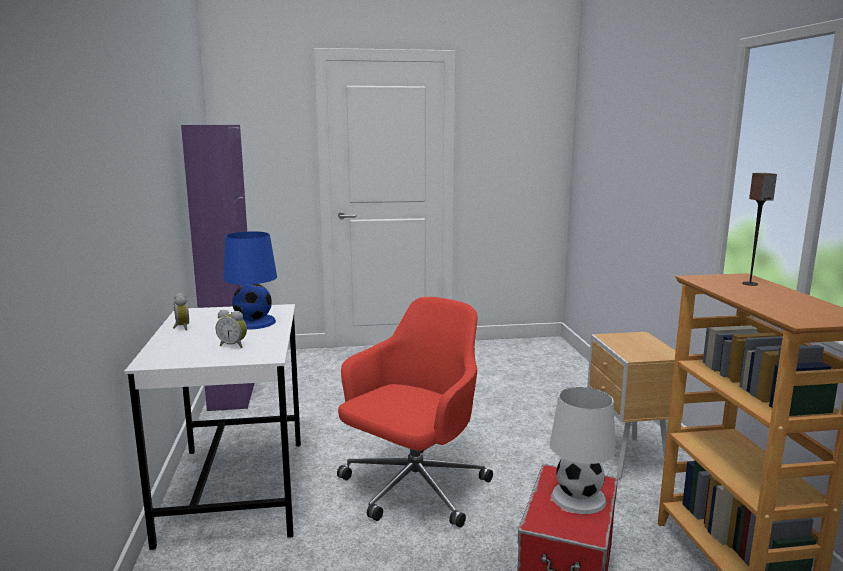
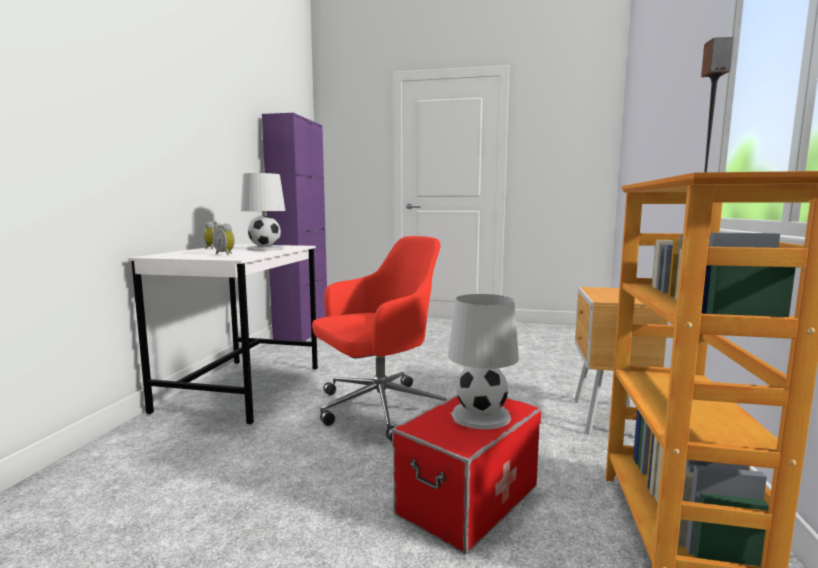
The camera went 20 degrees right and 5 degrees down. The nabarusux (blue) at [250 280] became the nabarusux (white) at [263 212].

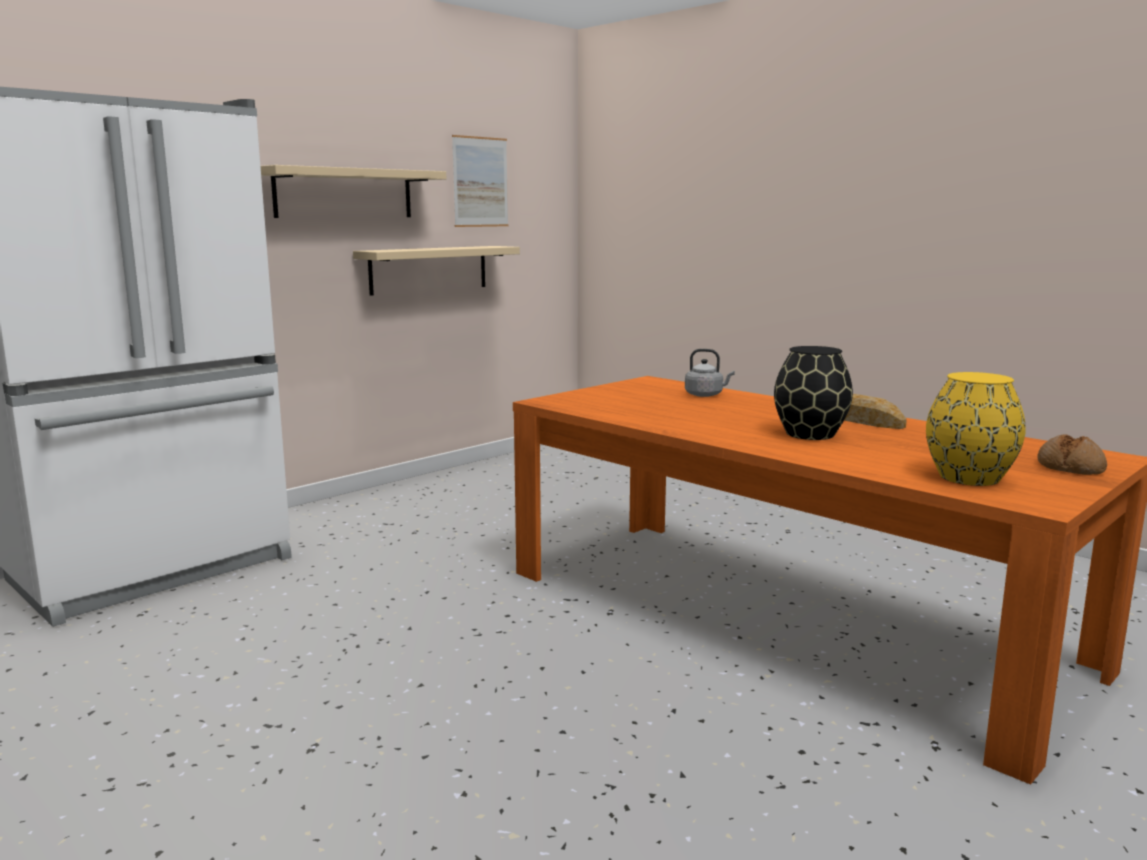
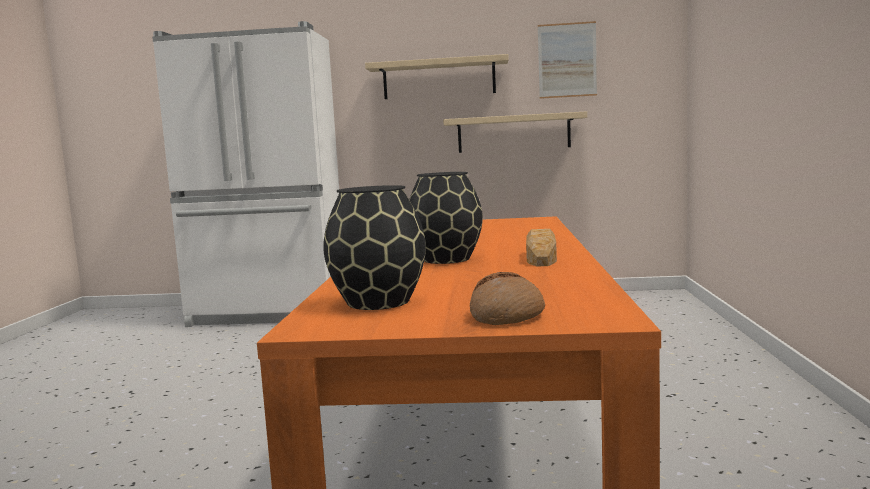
The camera went 50 degrees right and 5 degrees down. The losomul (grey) at [710 373] disappeared. The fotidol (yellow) at [976 429] became the fotidol (black) at [374 247].

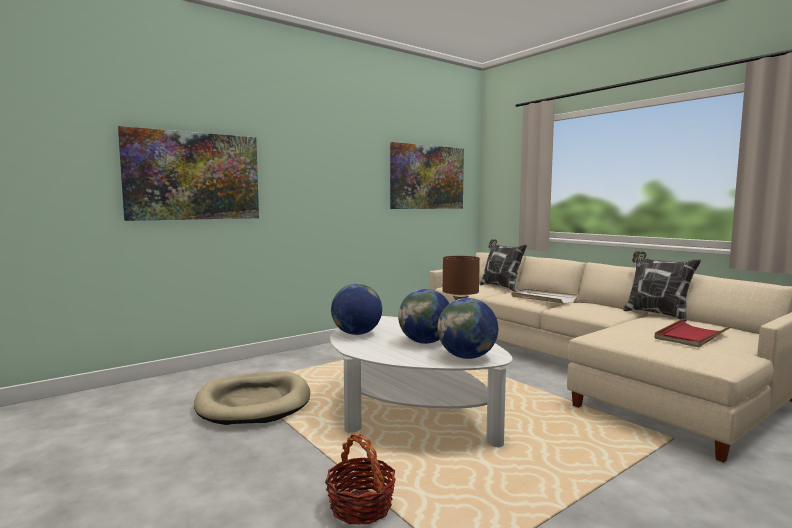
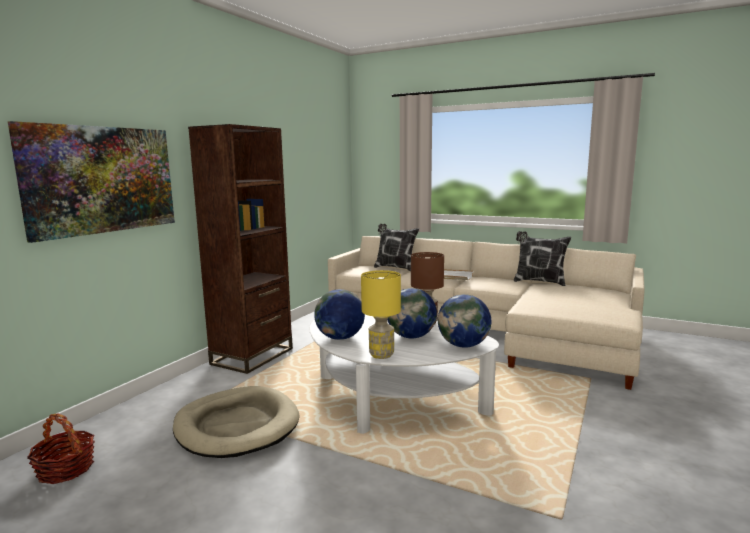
The camera went 25 degrees left and 5 degrees up. The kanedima at [427 175] disappeared. The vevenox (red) at [693 333] disappeared. The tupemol moved from [360 479] to [61 448]. The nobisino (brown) at [240 249] appeared. The nabarusux (yellow) at [381 314] appeared.

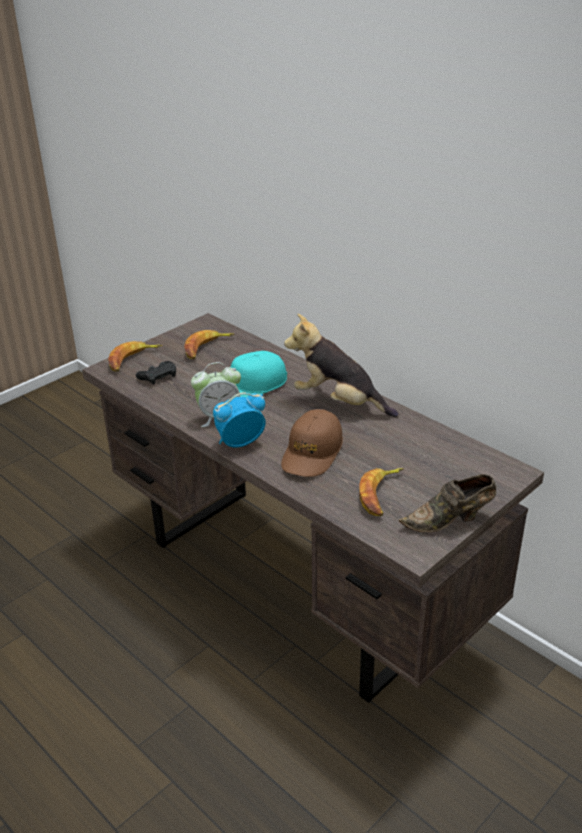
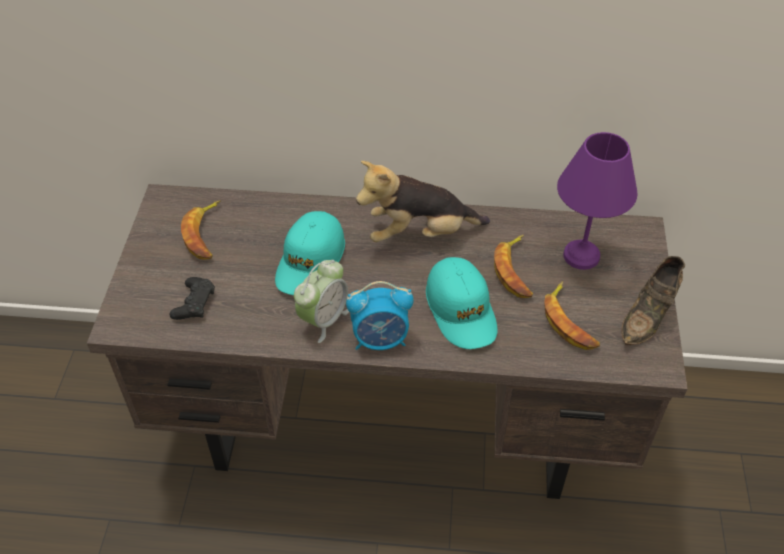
The camera went 40 degrees left and 15 degrees up. The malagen moved from [135 356] to [513 266]. The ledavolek at [239 420] turned 120 degrees counterclockwise. The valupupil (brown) at [312 443] became the valupupil (turquoise) at [462 303]. The nabarusux (purple) at [597 201] appeared.

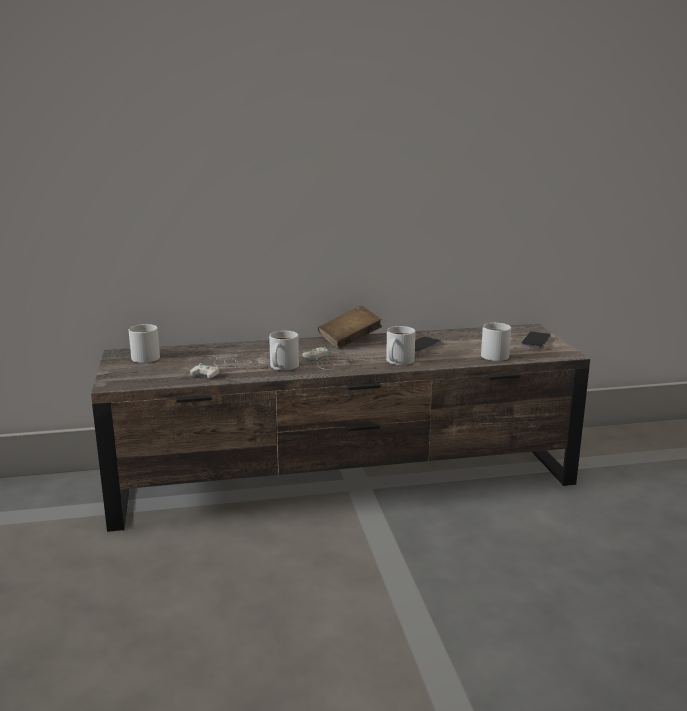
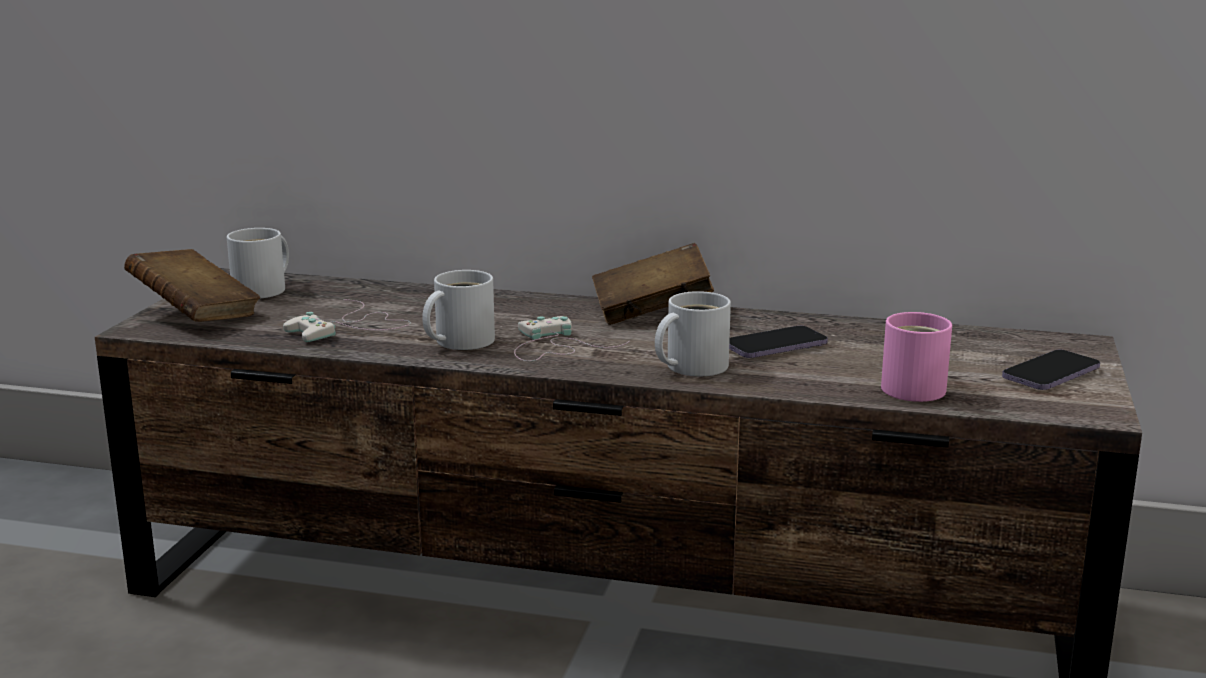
The camera went 25 degrees right and 0 degrees up. The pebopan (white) at [496 342] became the pebopan (pink) at [916 357]. The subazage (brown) at [192 285] appeared.

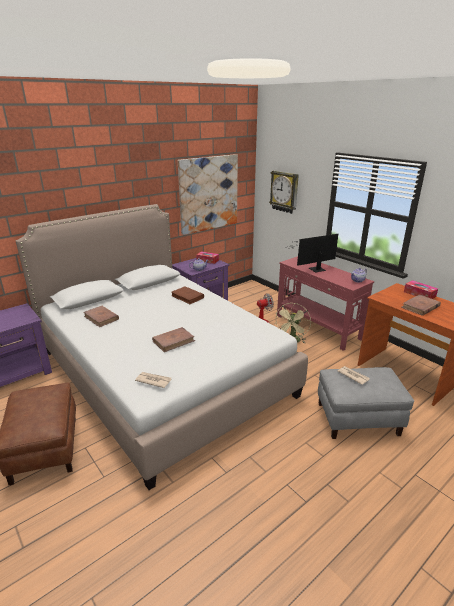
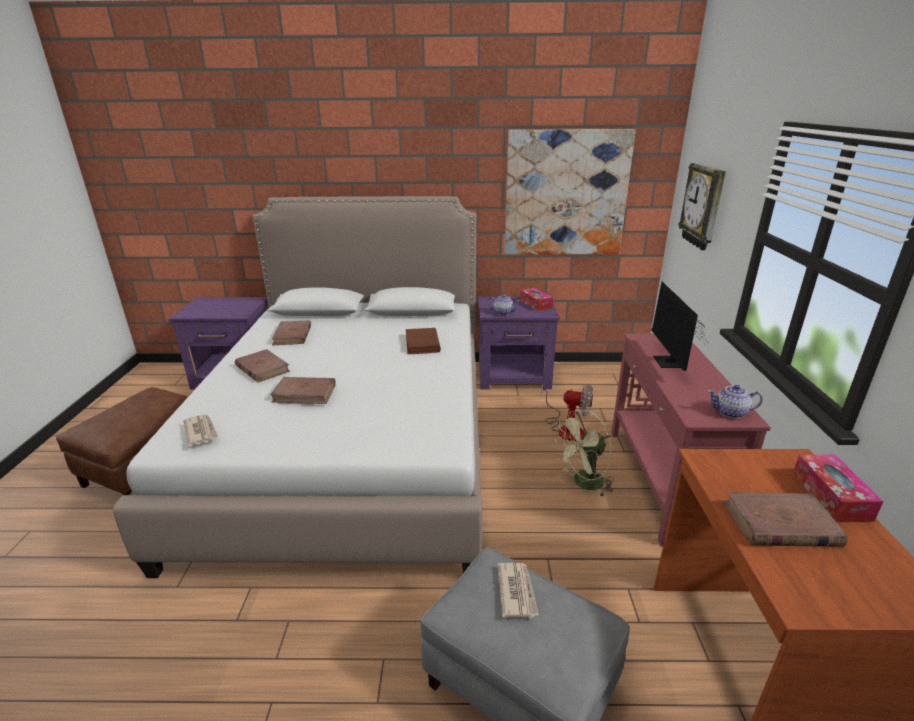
The camera went 40 degrees right and 0 degrees up. The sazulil at [314 253] turned 105 degrees counterclockwise. The subazage (brown) at [262 366] appeared.

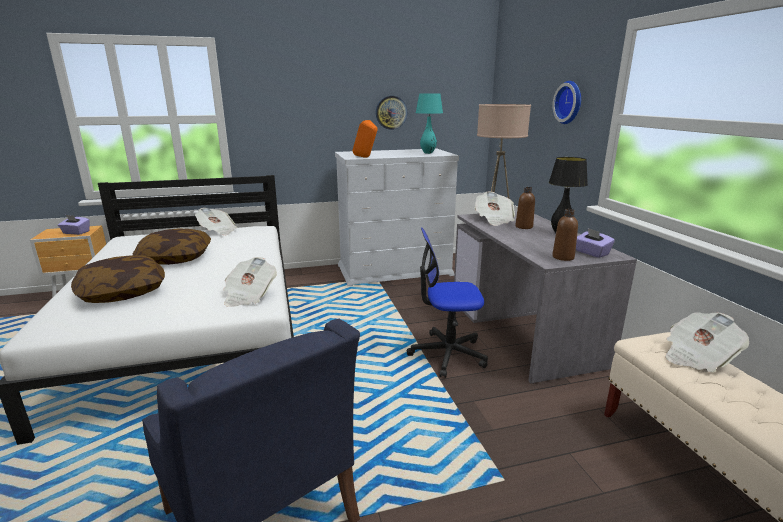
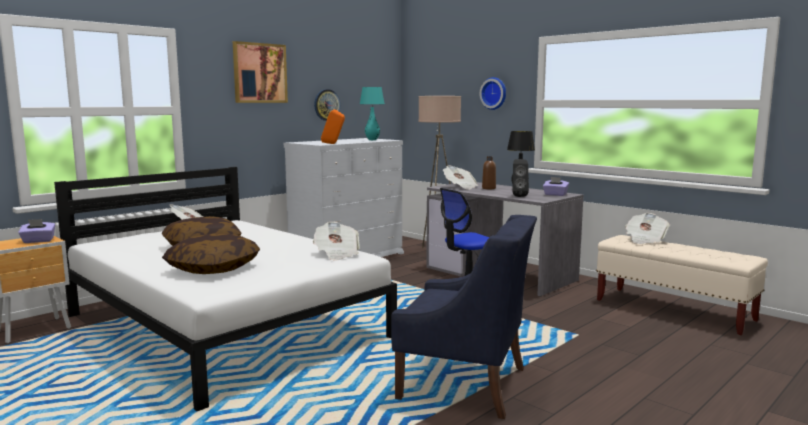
The camera went 30 degrees left and 10 degrees down. The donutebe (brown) at [565 235] disappeared. The kanedima at [260 72] appeared. The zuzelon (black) at [520 178] appeared.

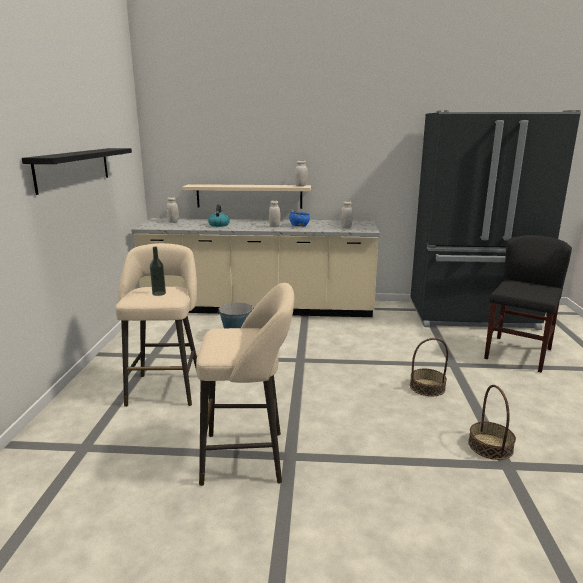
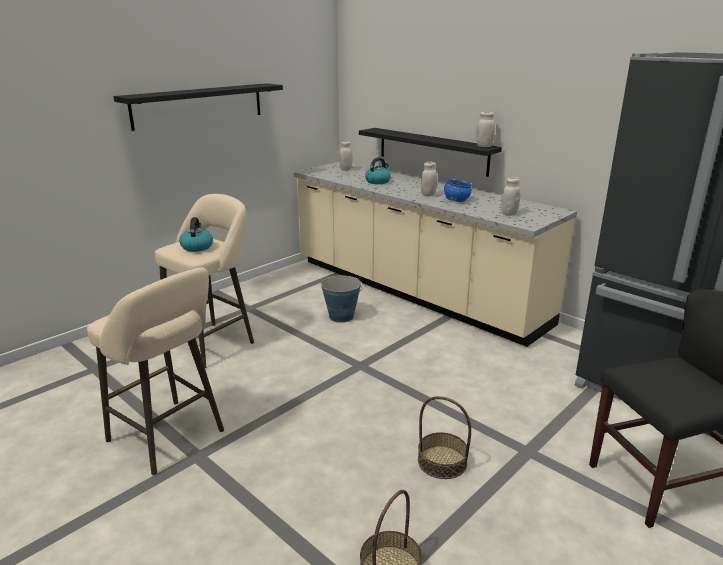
The camera went 40 degrees right and 5 degrees up. The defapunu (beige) at [247 196] became the defapunu (black) at [430 152]. The donutebe at [158 271] was replaced by the losomul at [196 234].

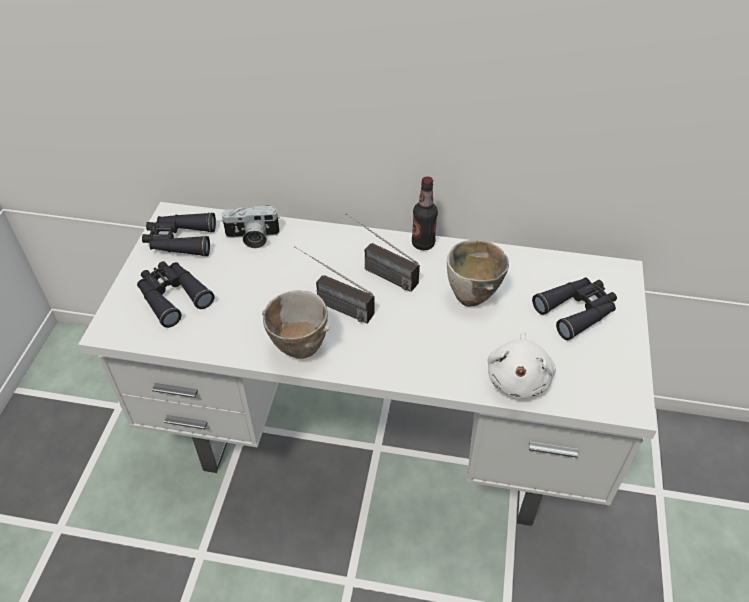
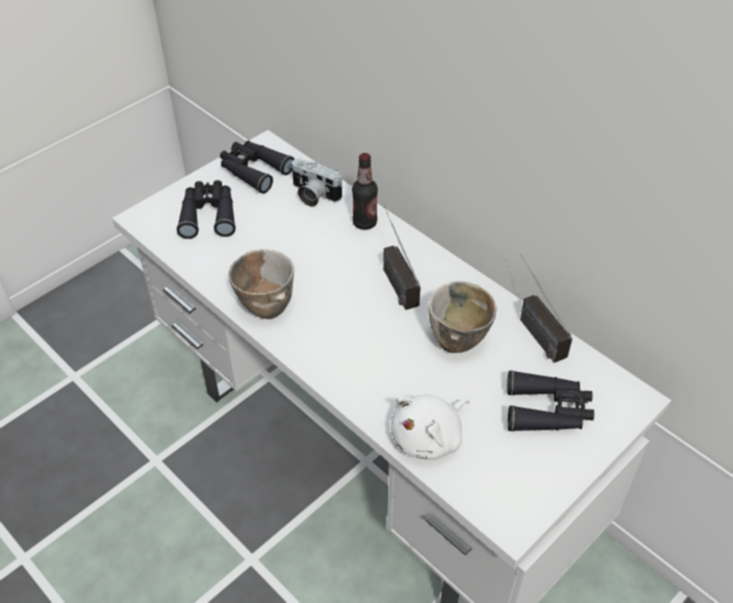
The camera went 35 degrees right and 0 degrees up. The donutebe moved from [425 213] to [365 191]. The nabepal moved from [334 284] to [546 308].

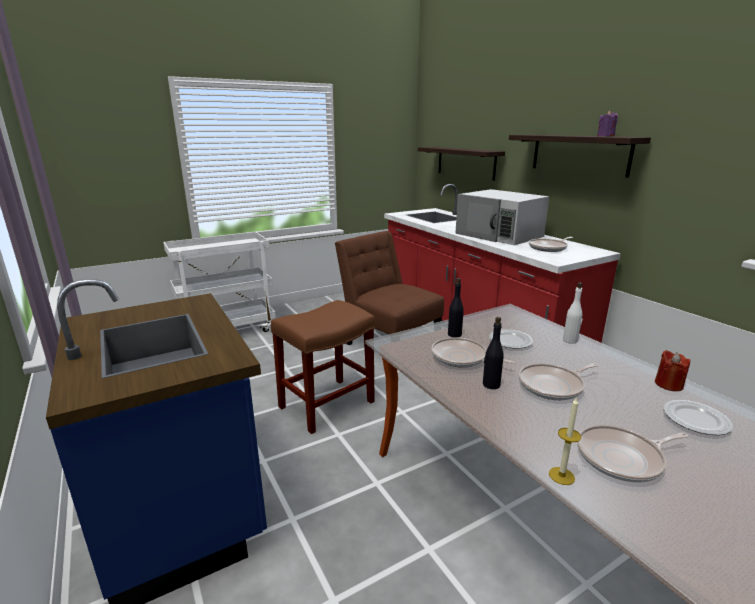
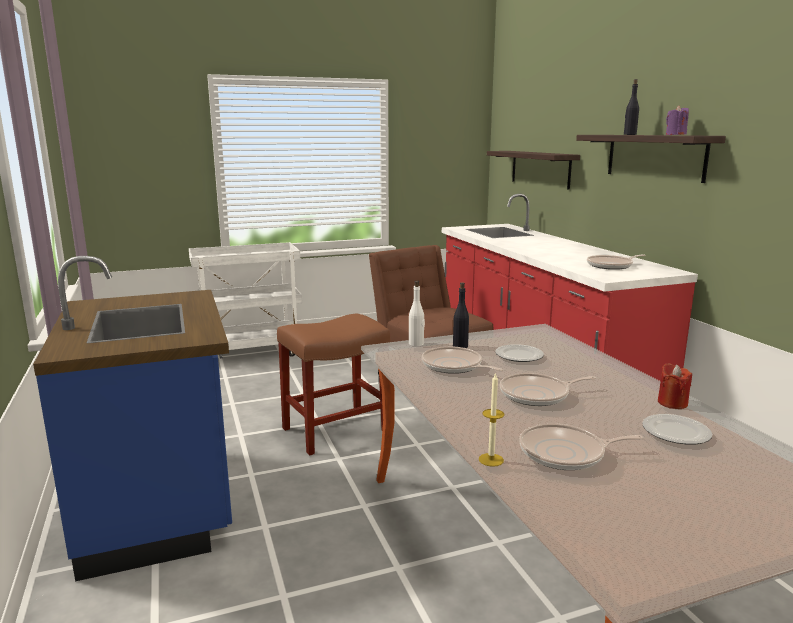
The camera went 10 degrees right and 5 degrees down. The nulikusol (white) at [502 217] disappeared. The donutebe (white) moved from [572 312] to [417 314]. The donutebe (black) moved from [493 353] to [631 107].

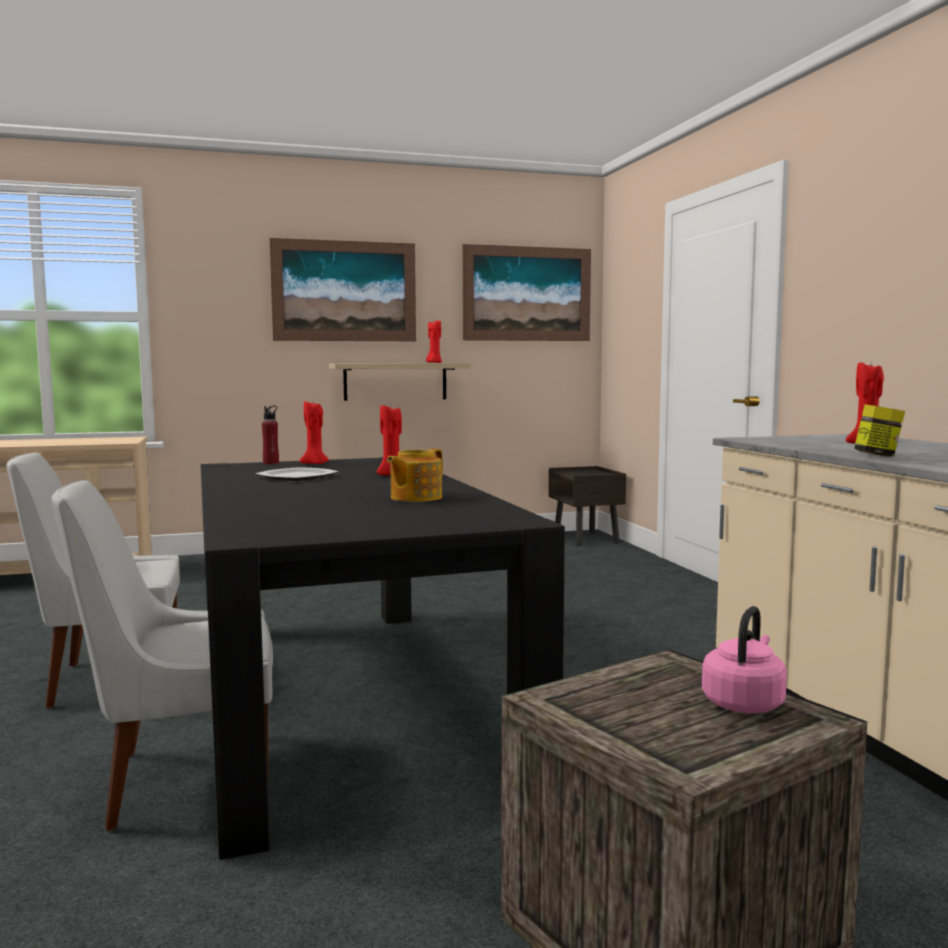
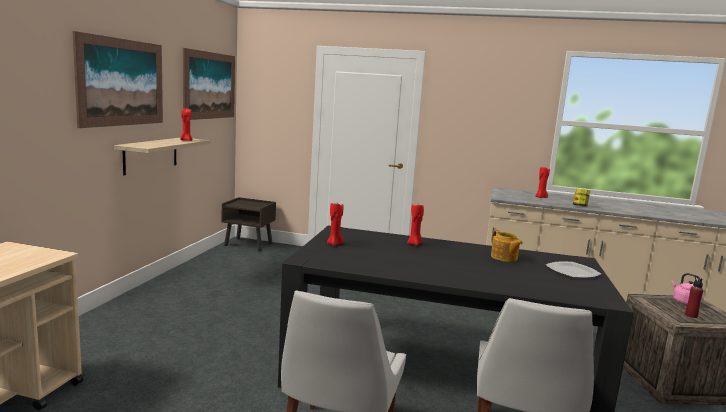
The camera went 60 degrees left and 5 degrees up. The donutebe (red) moved from [270 435] to [694 297]. The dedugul moved from [297 474] to [573 270].

